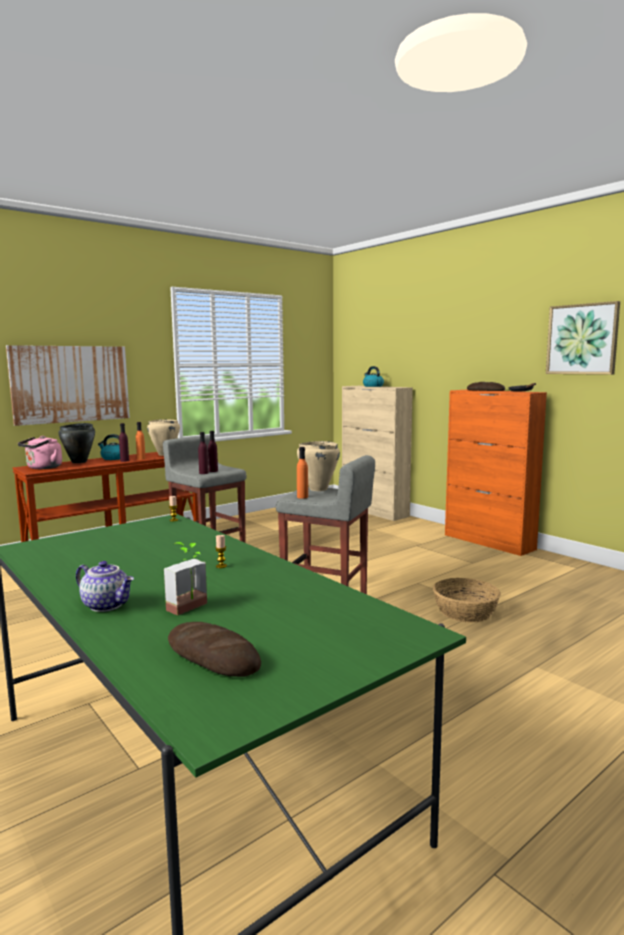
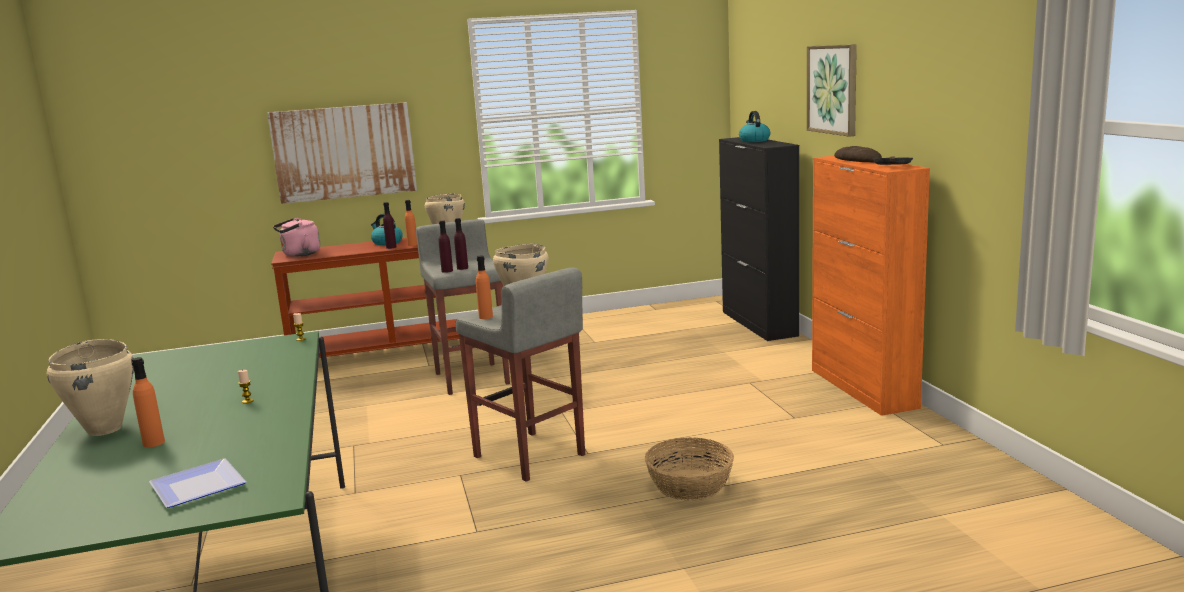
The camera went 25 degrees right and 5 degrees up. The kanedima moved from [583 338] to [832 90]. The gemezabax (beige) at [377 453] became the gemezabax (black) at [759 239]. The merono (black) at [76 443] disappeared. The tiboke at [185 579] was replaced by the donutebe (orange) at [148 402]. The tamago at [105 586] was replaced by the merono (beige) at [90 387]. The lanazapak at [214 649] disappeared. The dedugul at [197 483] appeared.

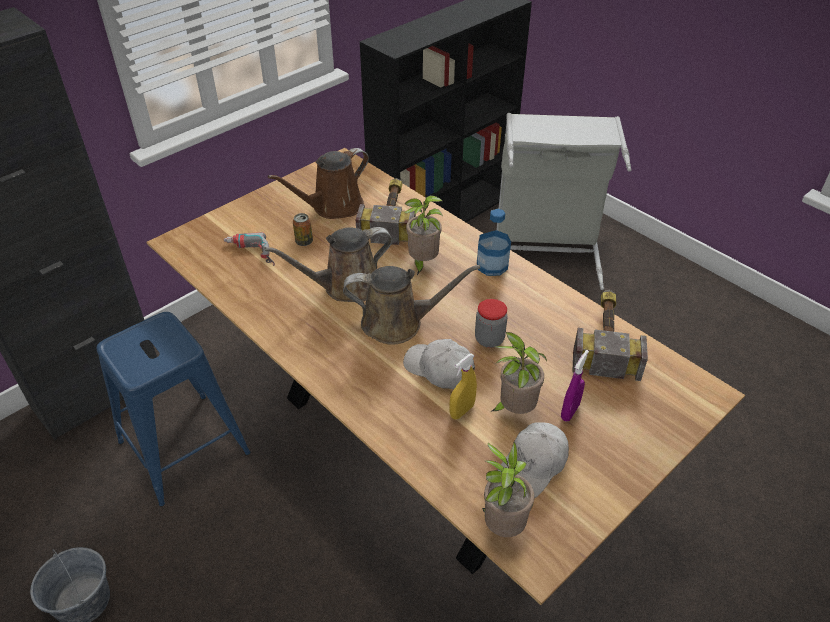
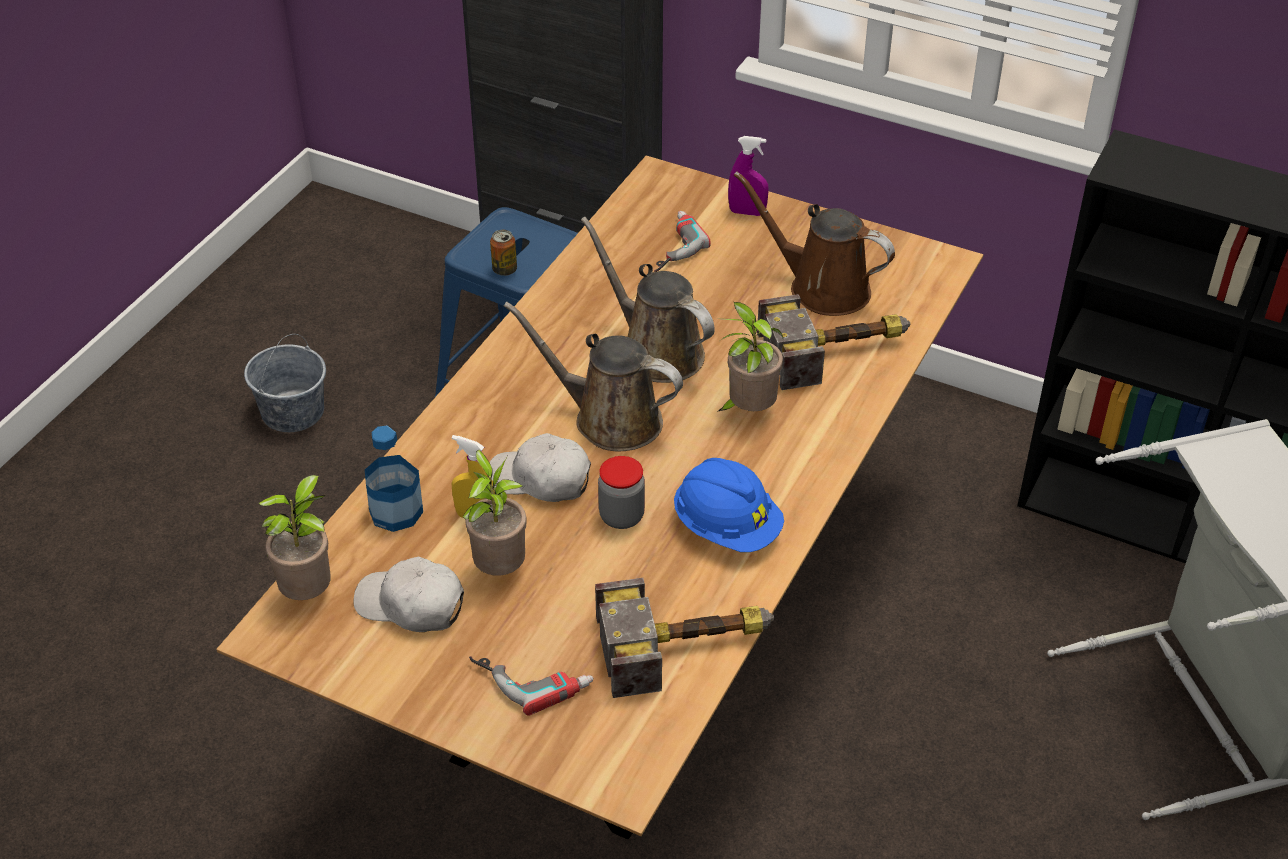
The camera went 70 degrees right and 0 degrees up. The donutebe moved from [494 242] to [394 478]. The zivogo moved from [303 229] to [503 253]. The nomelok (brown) at [411 305] turned 135 degrees clockwise. The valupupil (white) at [439 364] turned 90 degrees counterclockwise. The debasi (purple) moved from [575 386] to [748 176]. The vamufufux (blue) at [729 505] appeared. The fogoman at [531 686] appeared.

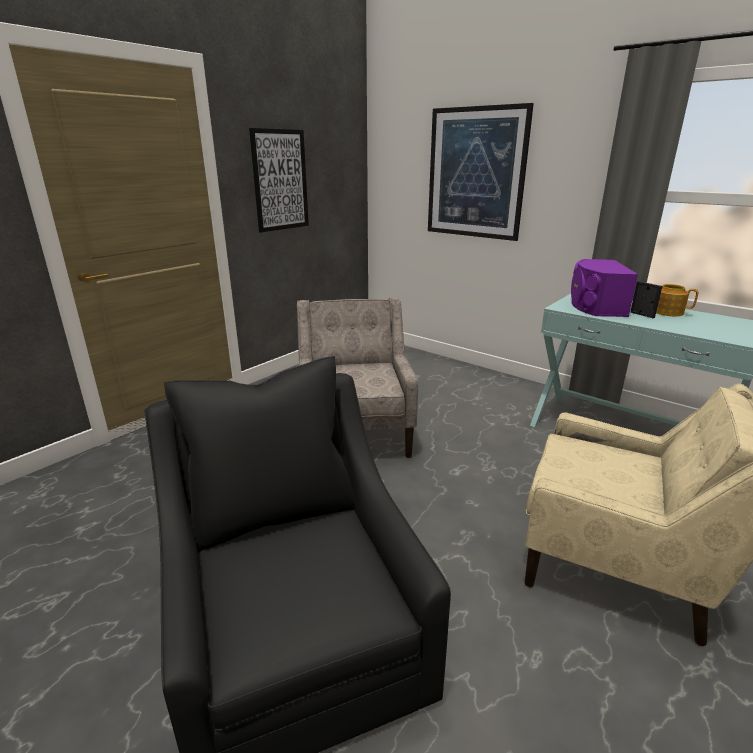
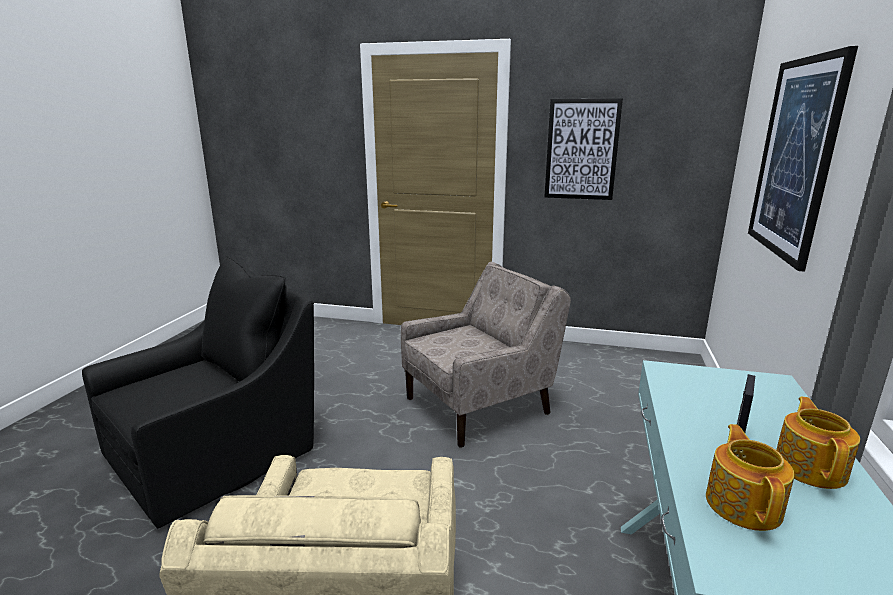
The camera went 65 degrees right and 5 degrees down. The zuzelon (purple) at [604 288] disappeared. The tamago at [750 477] appeared.

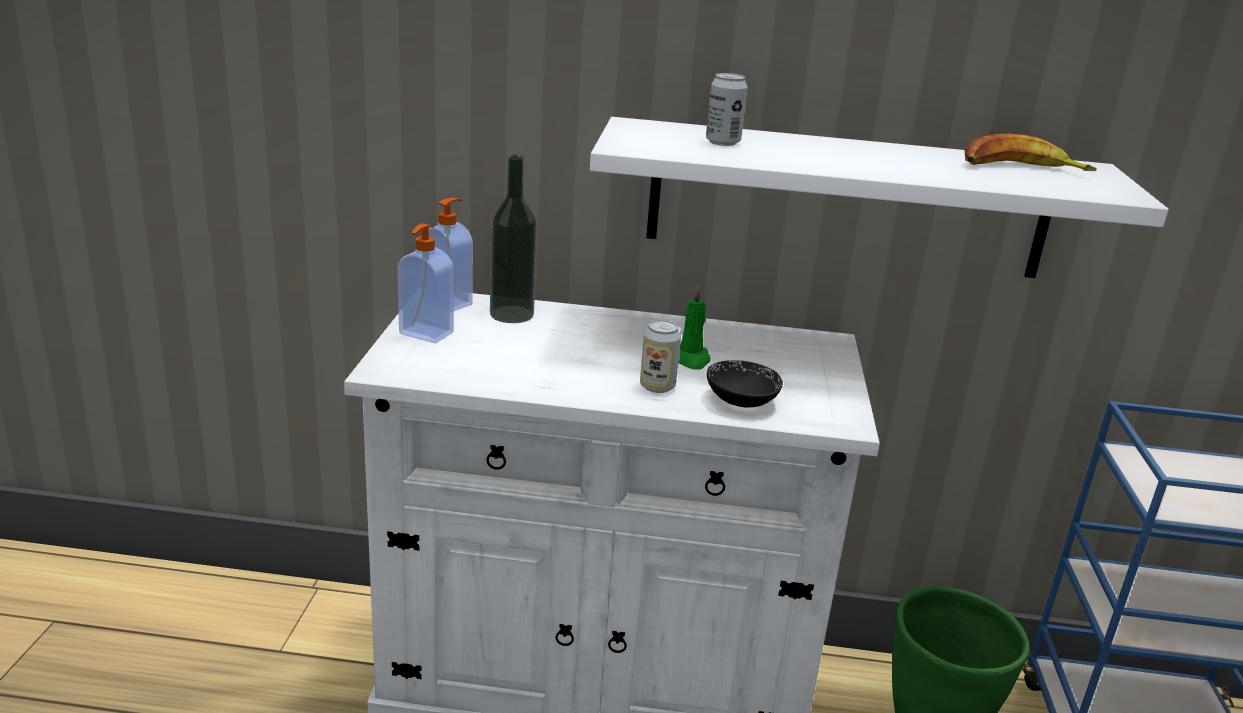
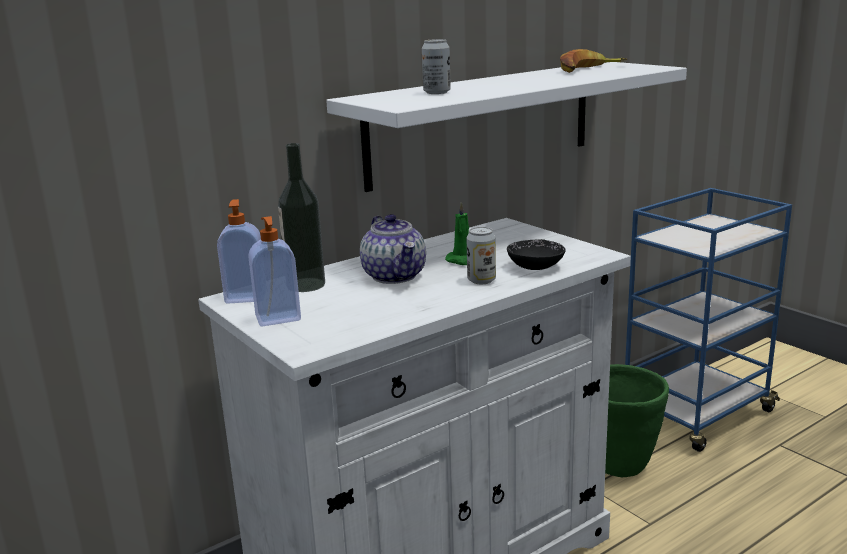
The camera went 40 degrees left and 5 degrees down. The tamago at [393 249] appeared.

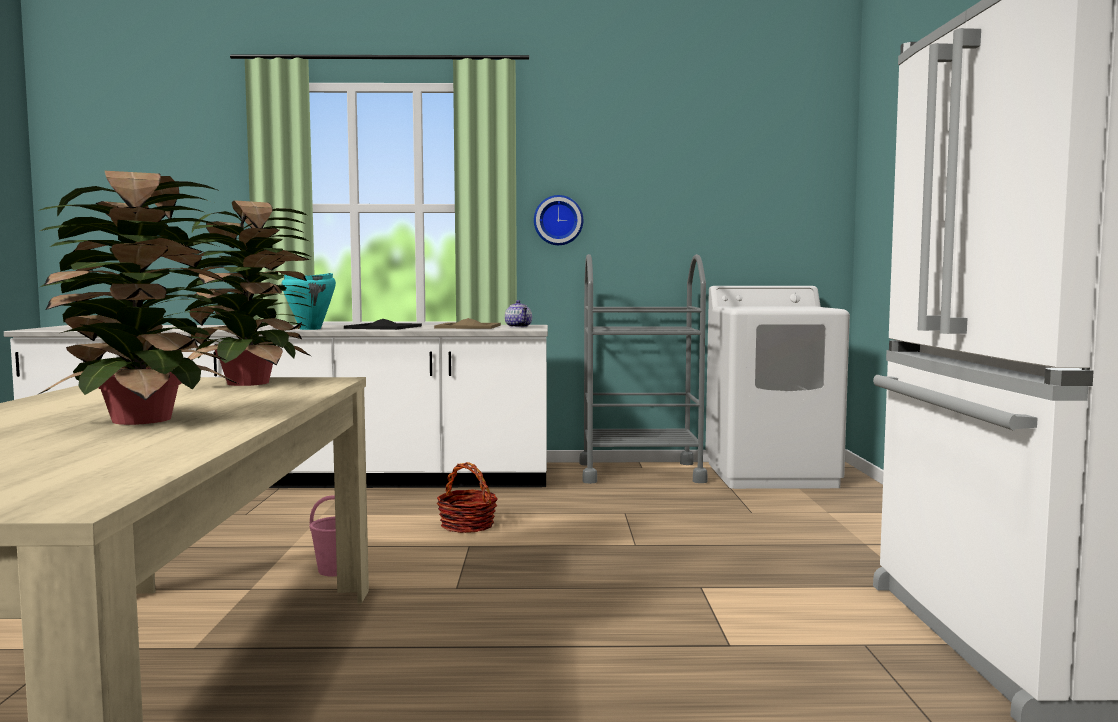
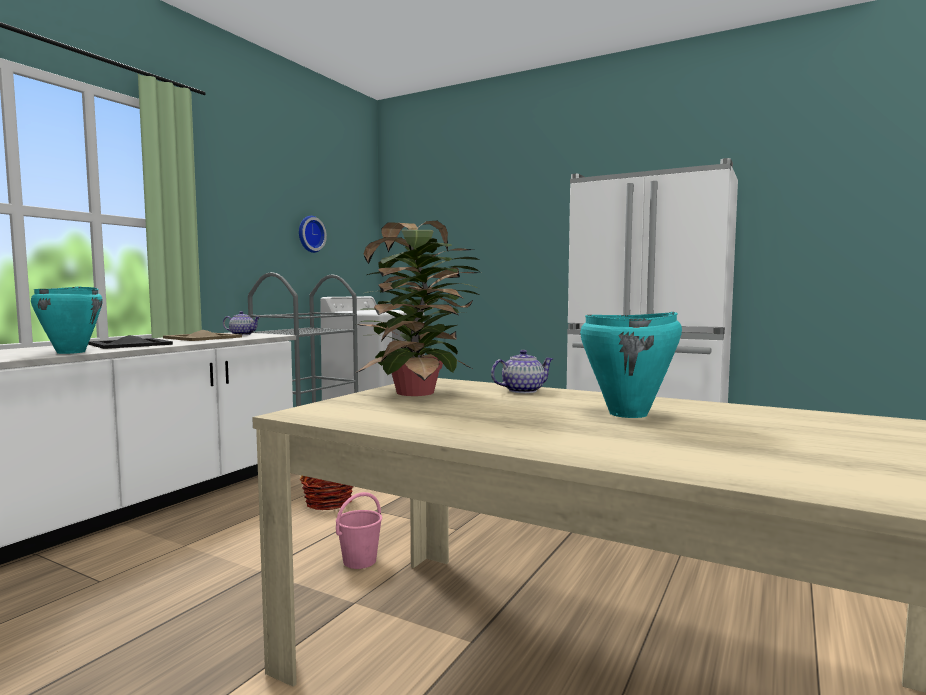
The camera went 60 degrees left and 0 degrees up. The tiboke at [138 298] was replaced by the merono (turquoise) at [631 365]. The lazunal moved from [558 220] to [313 234]. The tamago at [522 371] appeared.

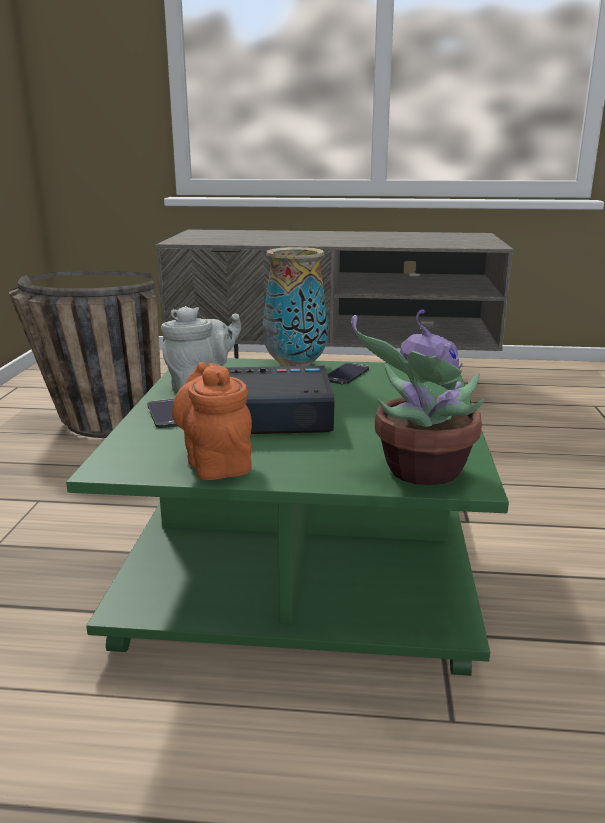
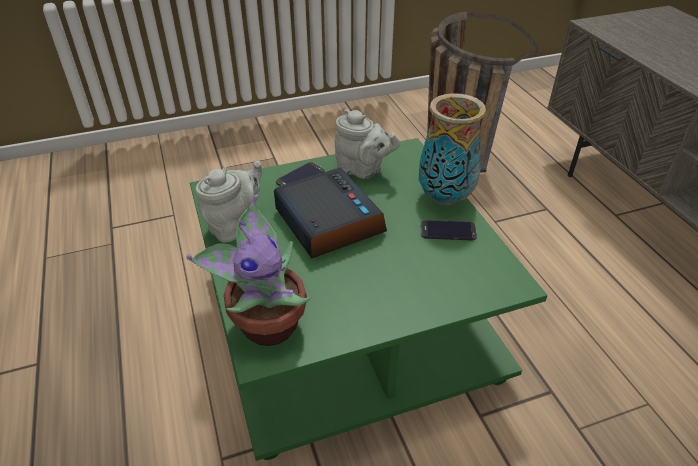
The camera went 65 degrees right and 20 degrees up. The tamago (orange) at [212 421] became the tamago (grey) at [228 201].

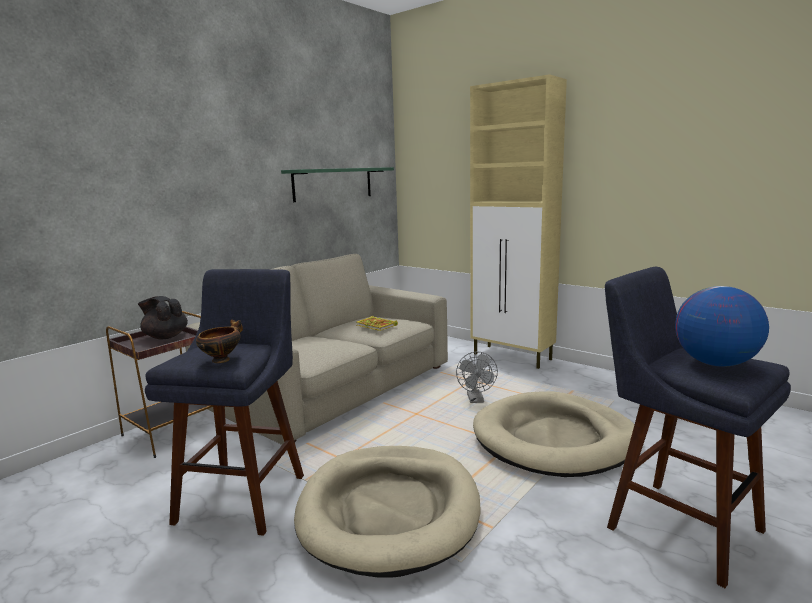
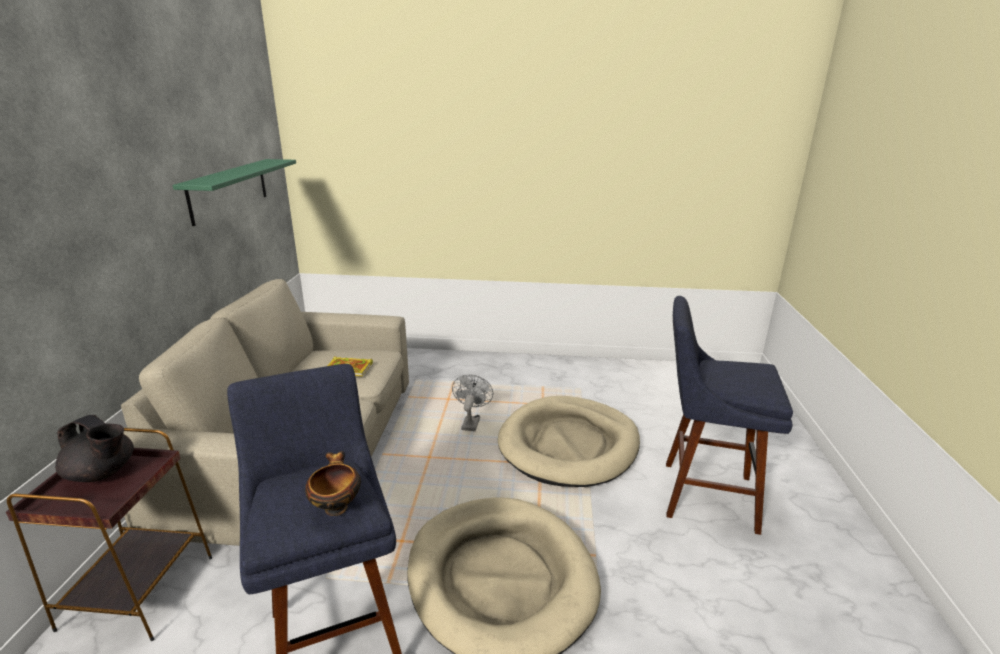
The camera went 35 degrees left and 10 degrees up. The gemezabax (beige) at [518 221] disappeared. The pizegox at [722 326] disappeared. The tamago (black) at [163 318] turned 150 degrees counterclockwise. The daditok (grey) at [477 377] turned 135 degrees counterclockwise.

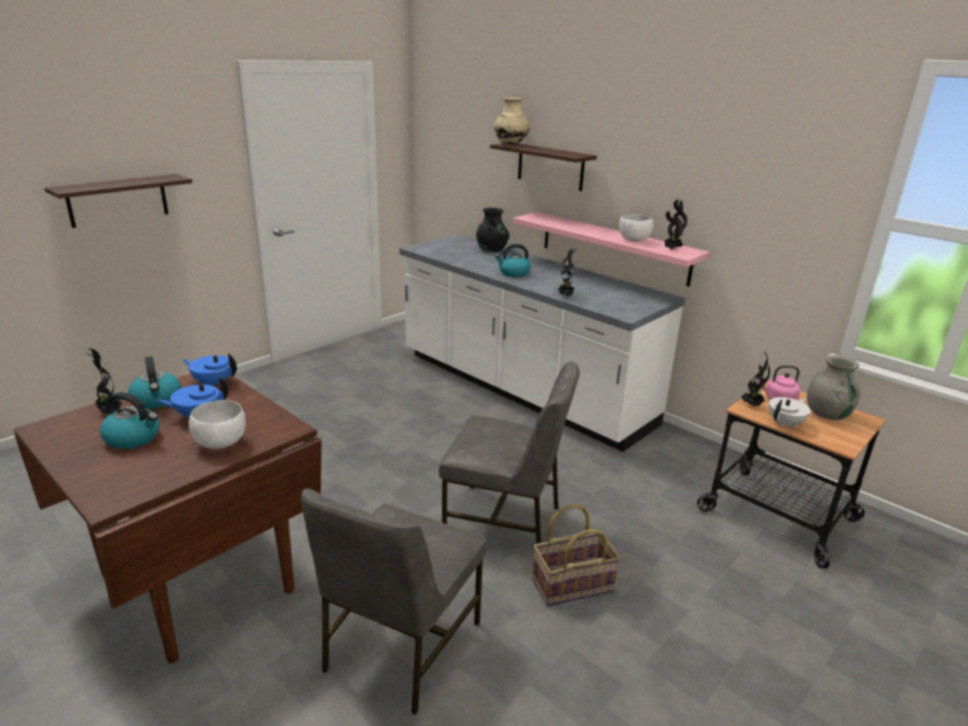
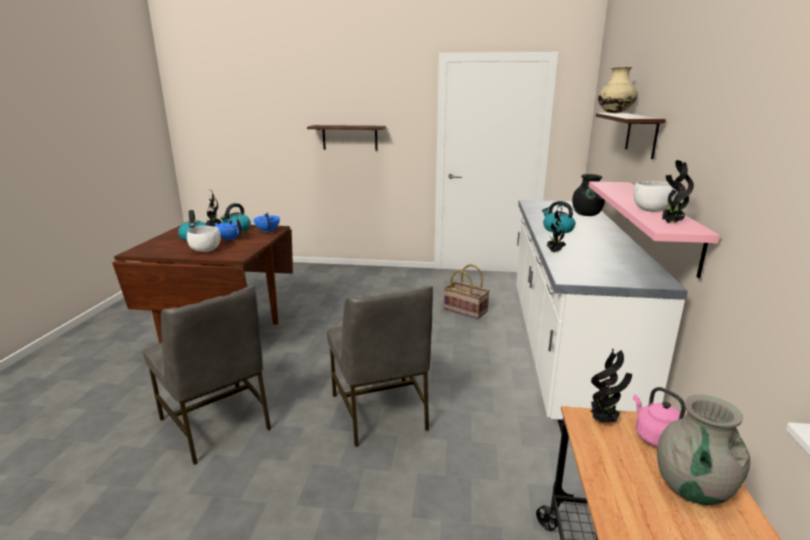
The camera went 55 degrees right and 5 degrees down. The tamago (white) at [790 412] disappeared. The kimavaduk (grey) at [394 602] turned 120 degrees counterclockwise. The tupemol moved from [576 555] to [467 291].

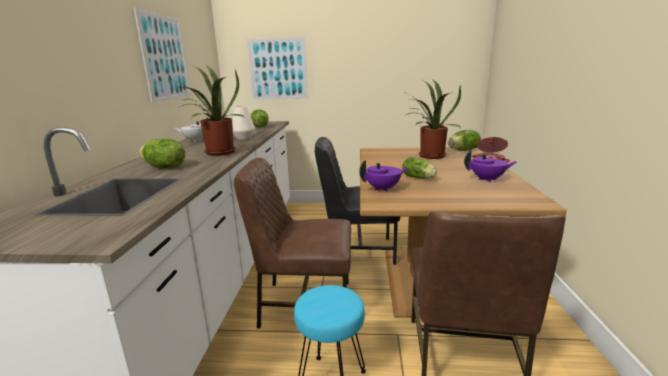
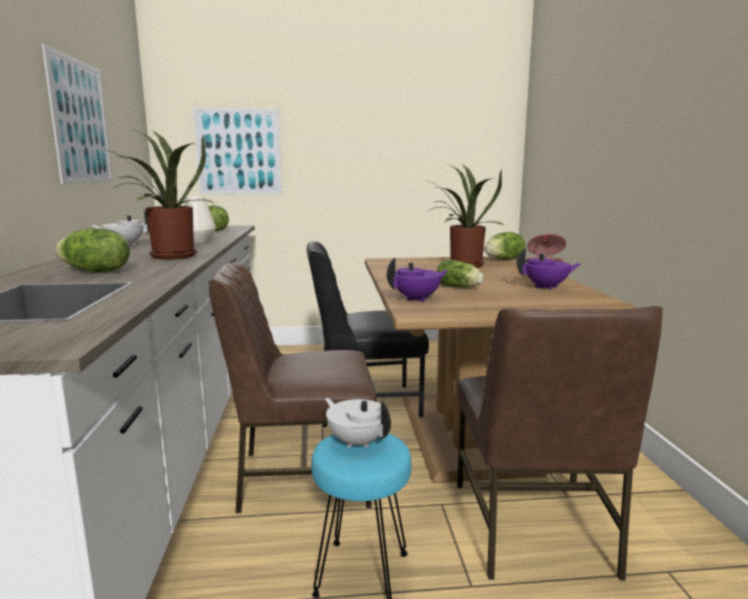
The camera went 10 degrees left and 5 degrees down. The tamago (white) at [358 423] appeared.

